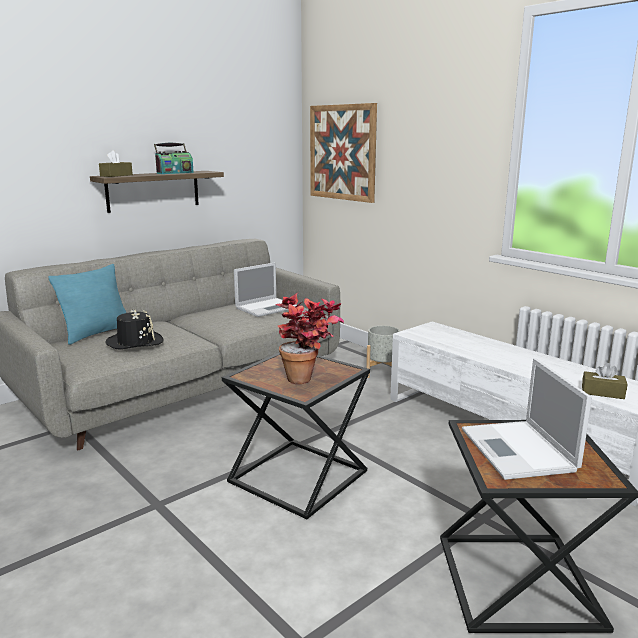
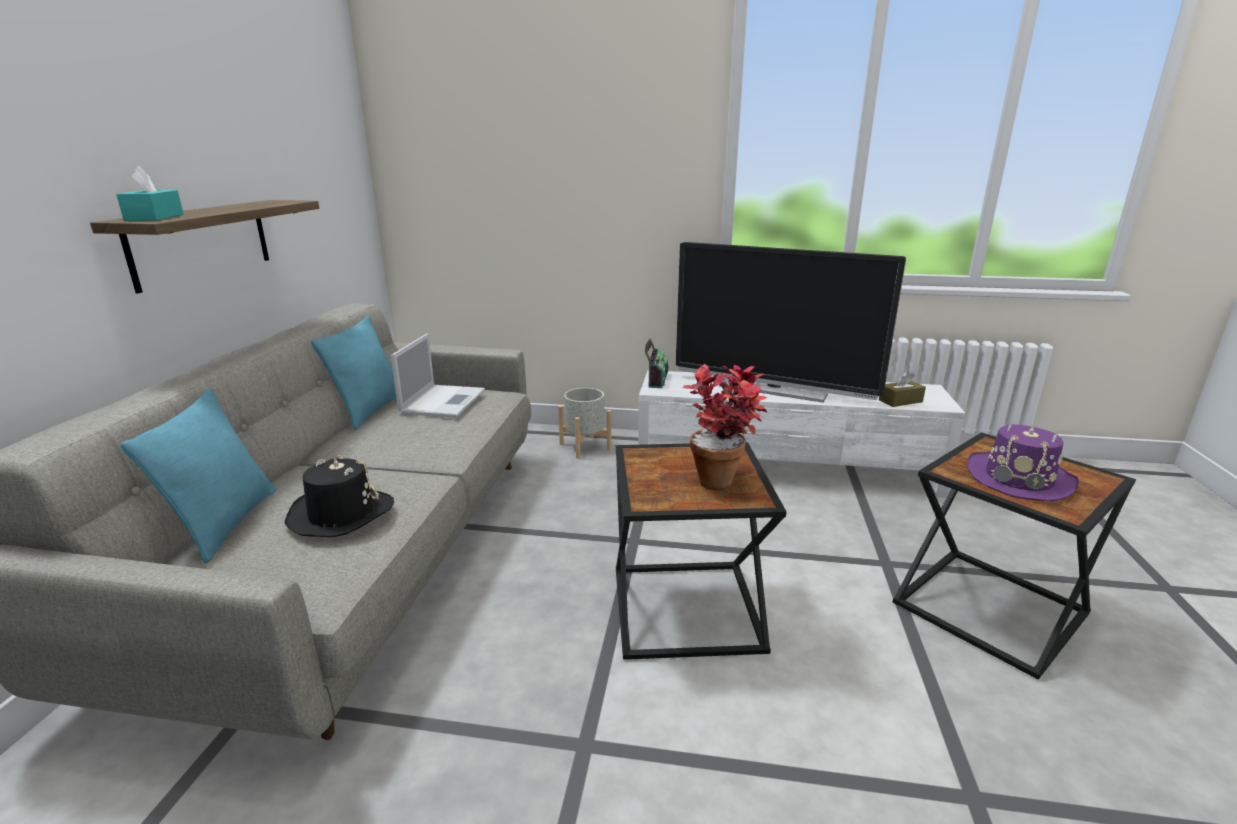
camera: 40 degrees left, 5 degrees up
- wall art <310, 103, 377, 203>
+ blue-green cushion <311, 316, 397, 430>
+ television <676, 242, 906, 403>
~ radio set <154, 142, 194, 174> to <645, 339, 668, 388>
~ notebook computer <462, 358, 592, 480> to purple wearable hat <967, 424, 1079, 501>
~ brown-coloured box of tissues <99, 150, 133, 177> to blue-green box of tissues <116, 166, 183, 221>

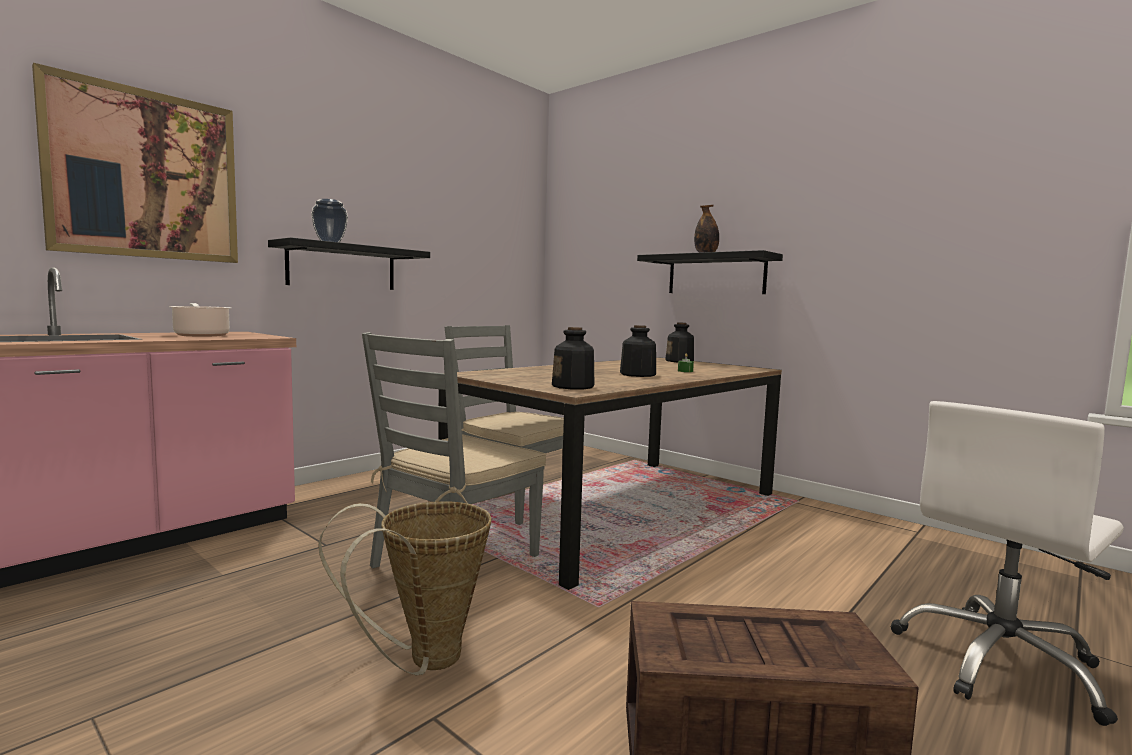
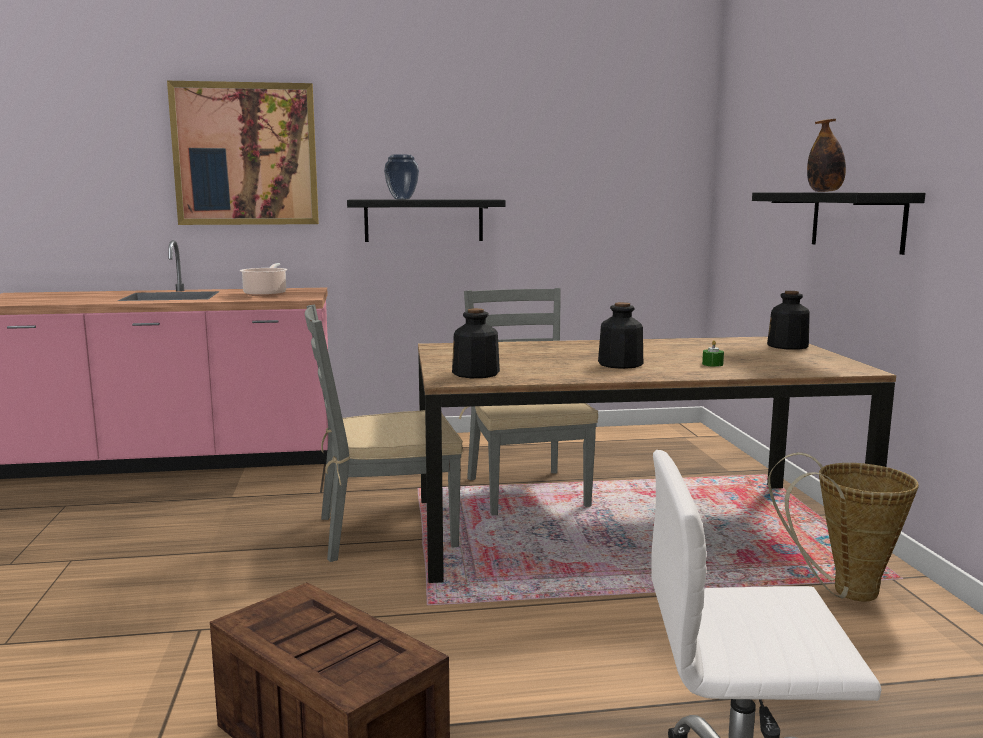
camera: 40 degrees right, 5 degrees up
~ basket <318, 501, 492, 676> to <768, 453, 919, 601>

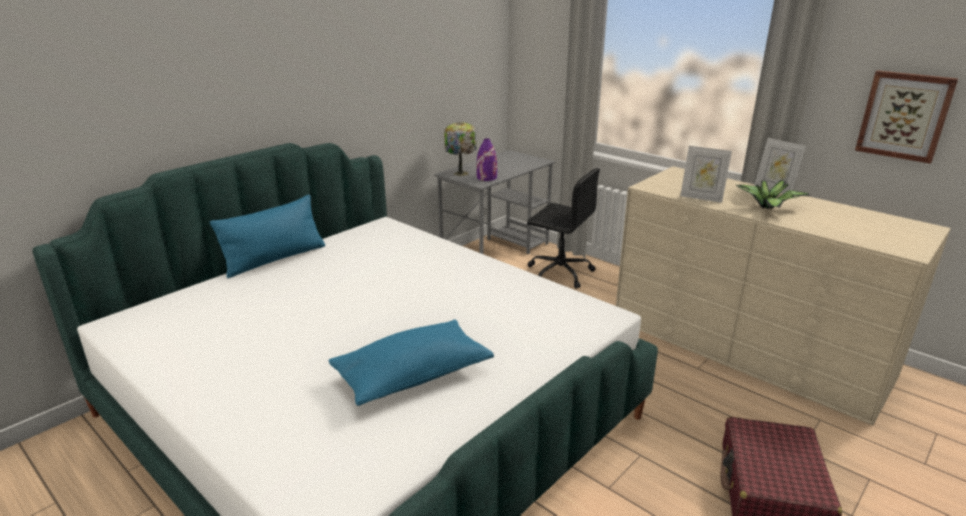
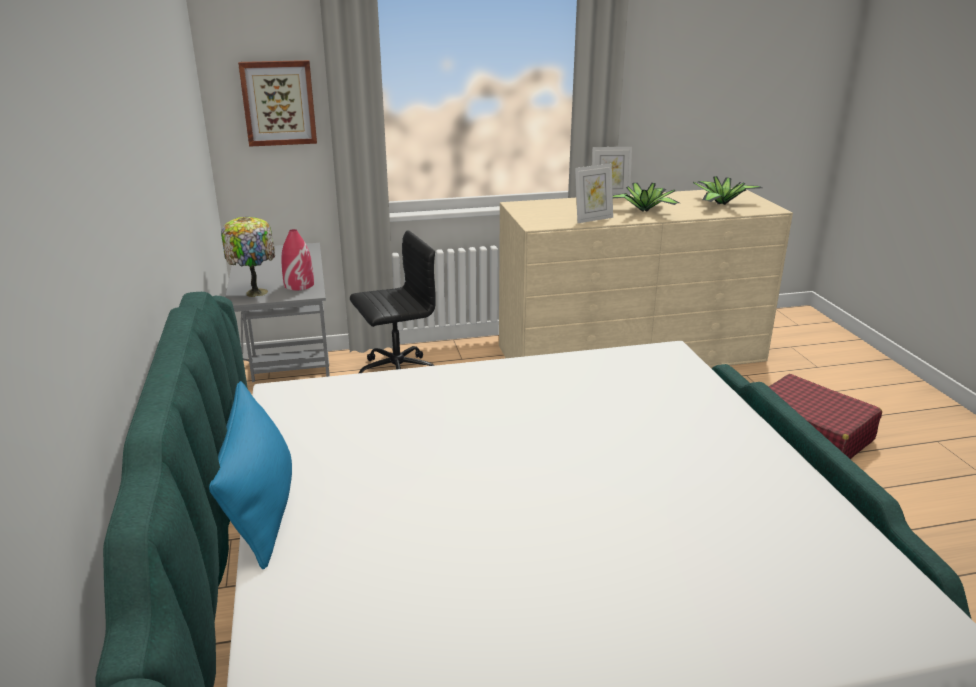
camera: 55 degrees left, 0 degrees up
- blue-coloured cushion <328, 319, 494, 406>
+ houseplant <693, 176, 762, 205>
~ wall art <855, 70, 958, 164> to <238, 60, 317, 147>
~ purple vase <476, 138, 497, 181> to reddish vase <281, 229, 314, 290>

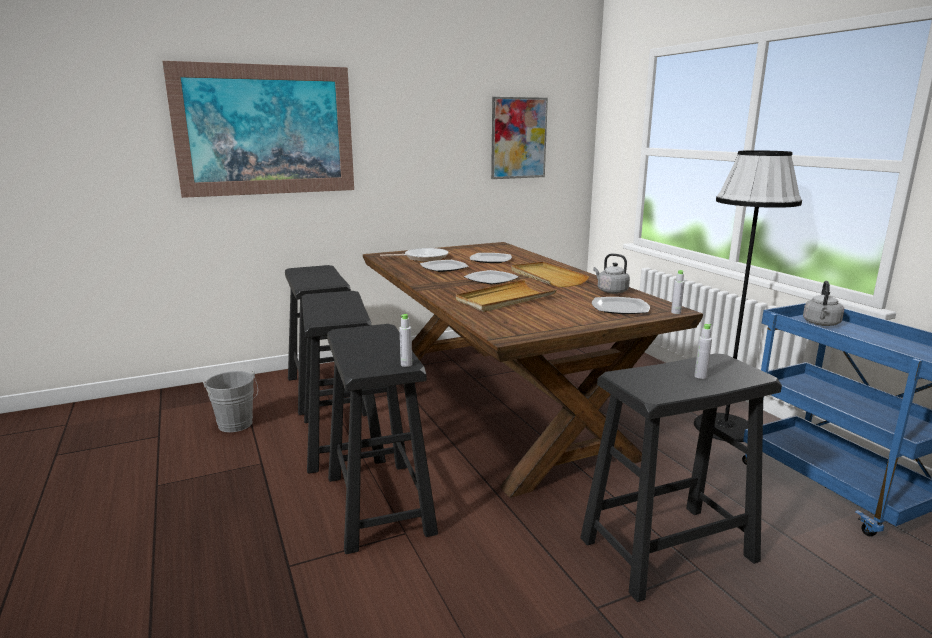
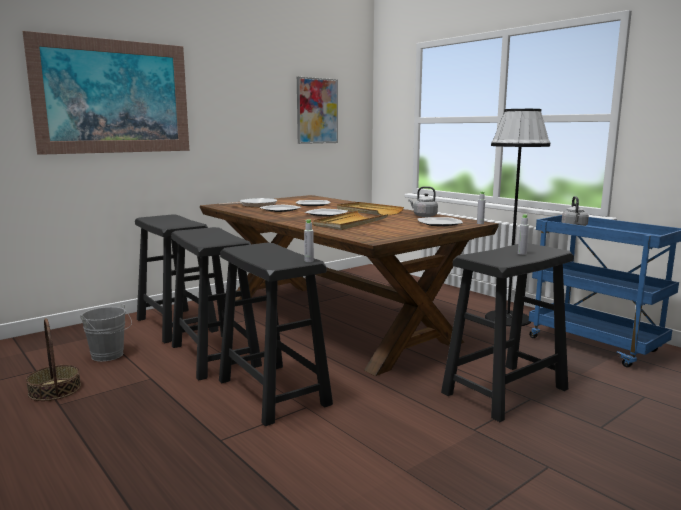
camera: 15 degrees left, 5 degrees down
+ basket <26, 318, 81, 401>

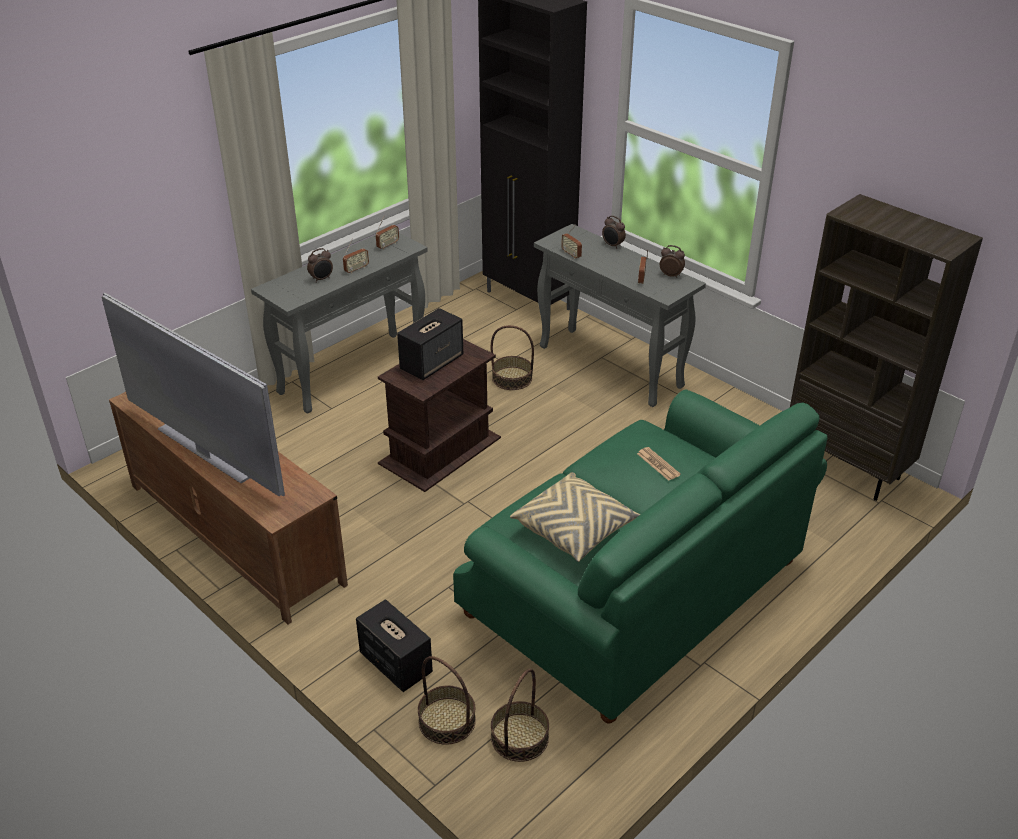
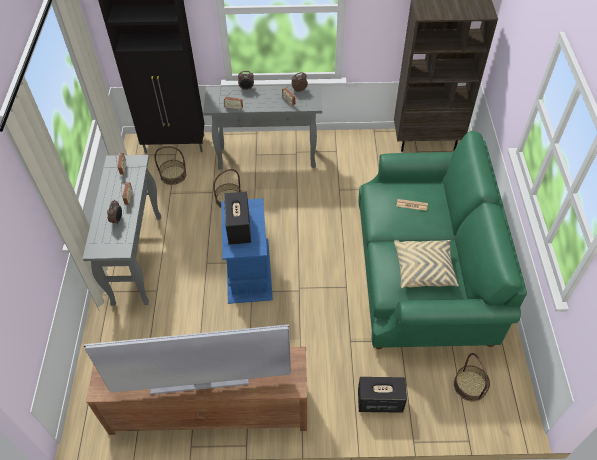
camera: 45 degrees left, 15 degrees up
~ basket <418, 656, 476, 745> to <154, 146, 186, 185>
~ brown-coloured side table <378, 339, 501, 492> to blue-coloured side table <221, 198, 273, 304>

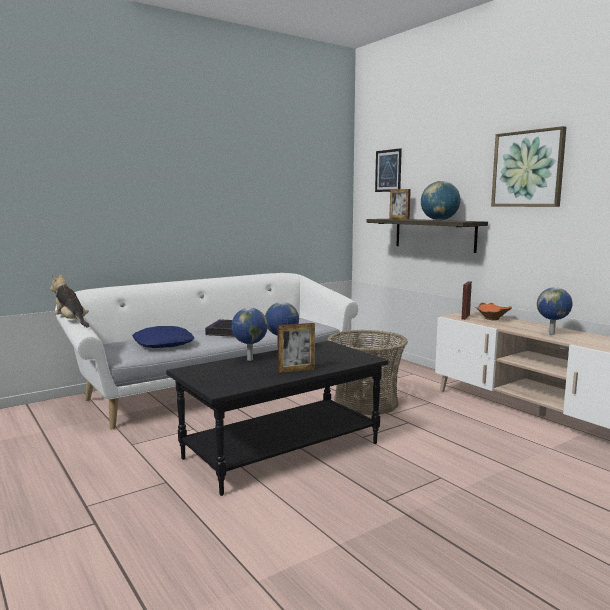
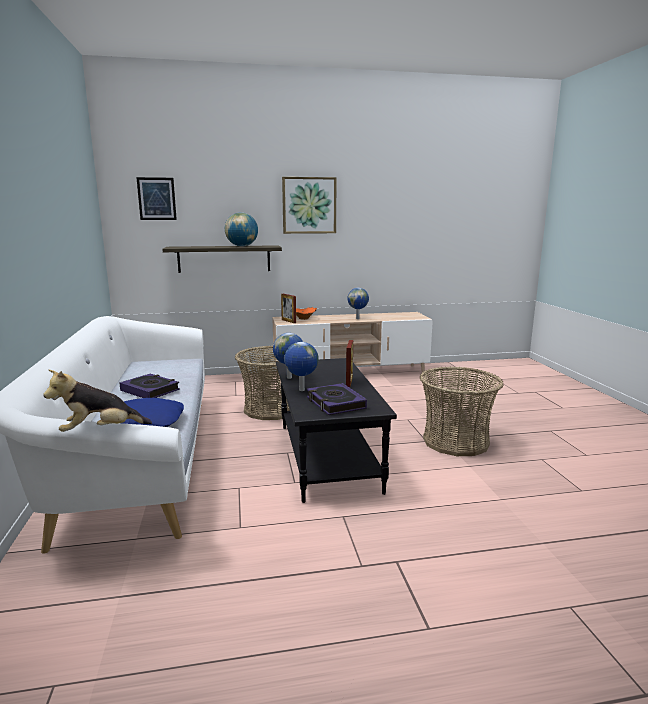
camera: 65 degrees left, 5 degrees up
- picture frame <389, 189, 411, 219>
+ bound book <307, 383, 367, 415>
+ basket <420, 367, 504, 456>

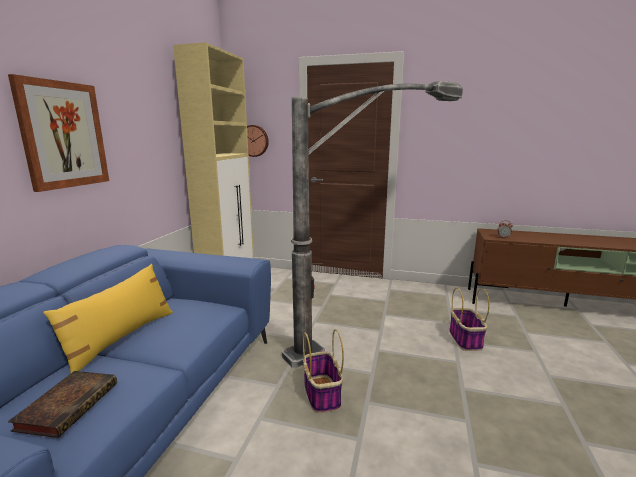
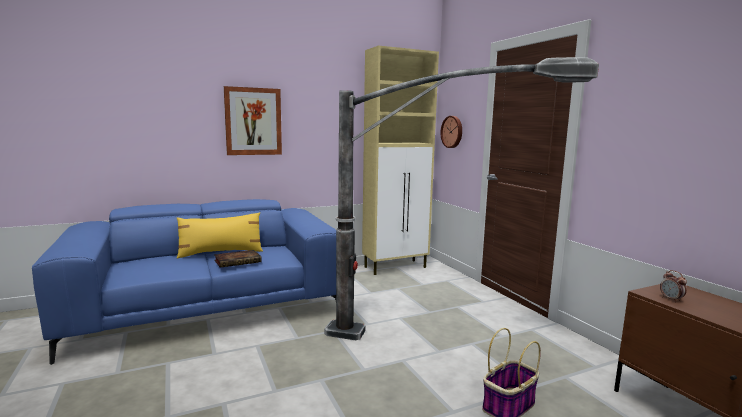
camera: 50 degrees right, 5 degrees down
- basket <303, 329, 344, 413>
~ bound book <8, 371, 117, 438> to <214, 250, 262, 268>

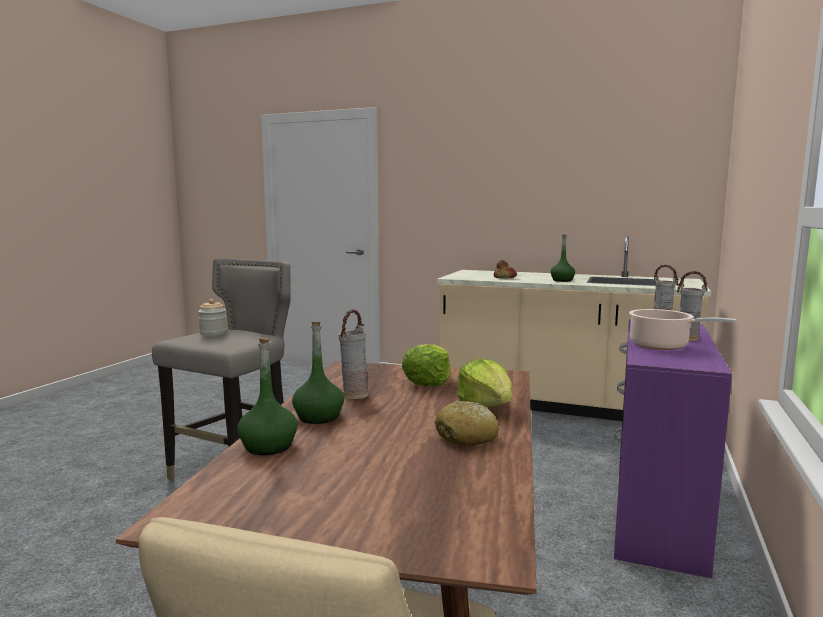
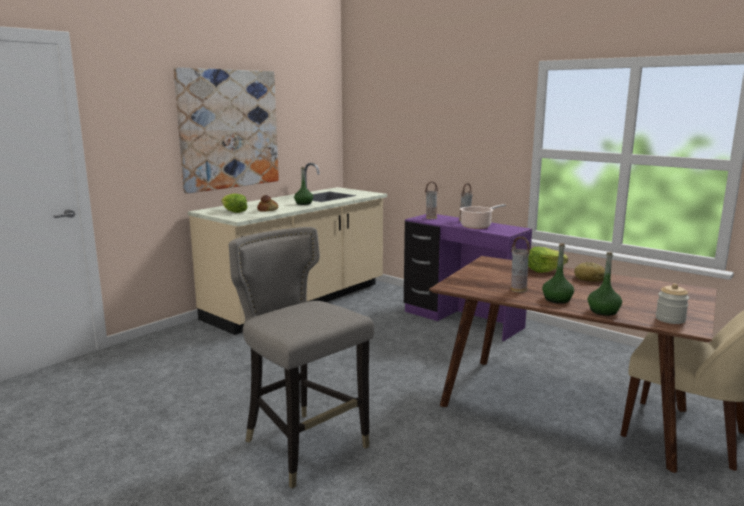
camera: 70 degrees left, 5 degrees up
+ wall art <174, 67, 279, 193>
~ preserve jar <198, 299, 227, 336> to <656, 284, 689, 324>
~ lettuce <402, 344, 451, 386> to <221, 193, 248, 213>

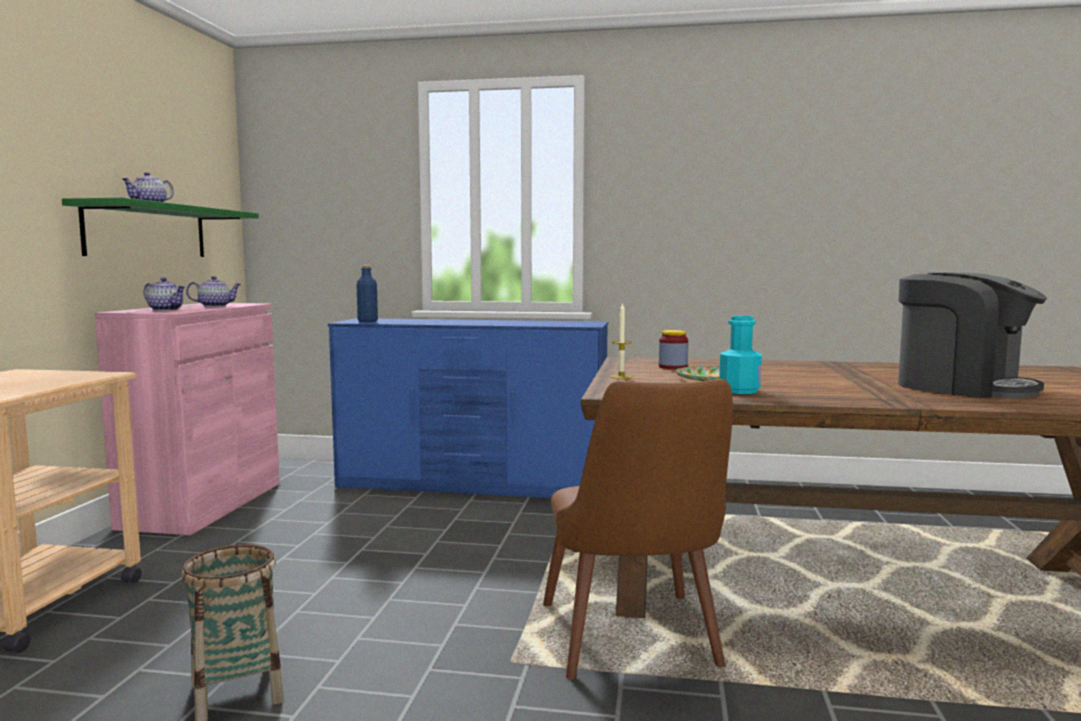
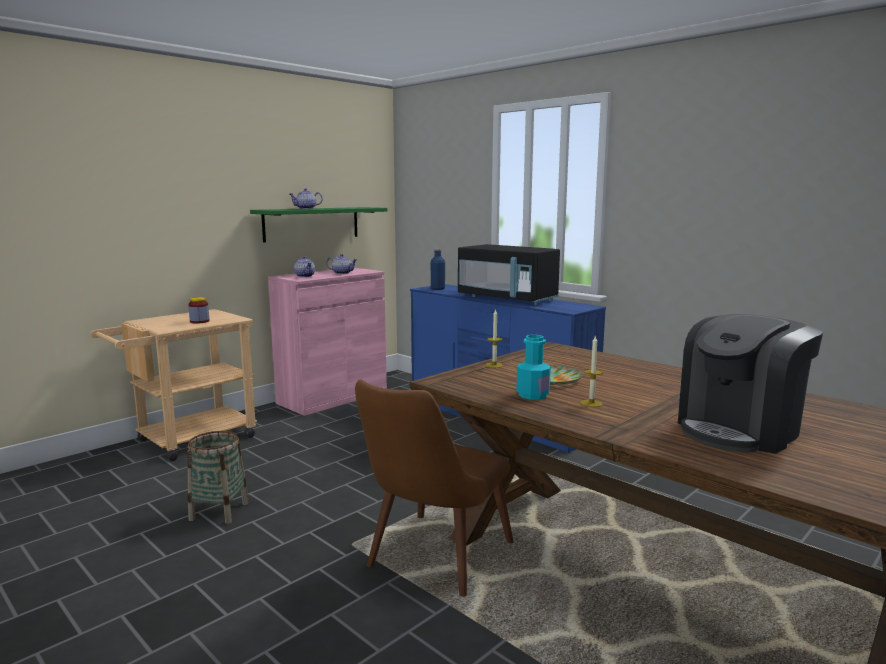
camera: 35 degrees right, 5 degrees up
+ black kitchen microwave <458, 244, 560, 305>
+ candle <581, 336, 603, 407>
~ preserve jar <659, 330, 688, 369> to <188, 297, 210, 324>
~ coffee maker <898, 272, 1047, 398> = <678, 314, 823, 454> 60 degrees clockwise

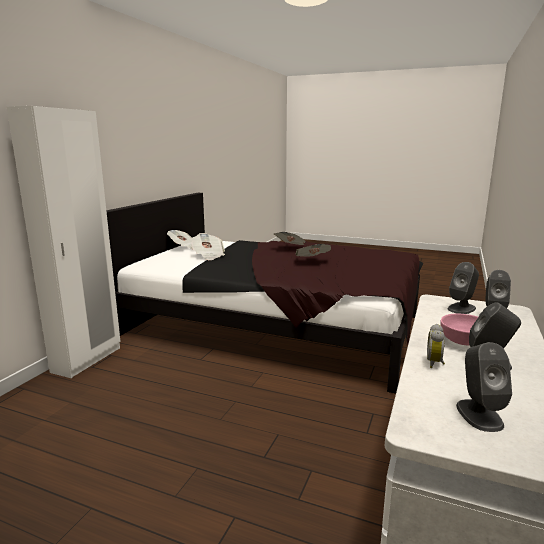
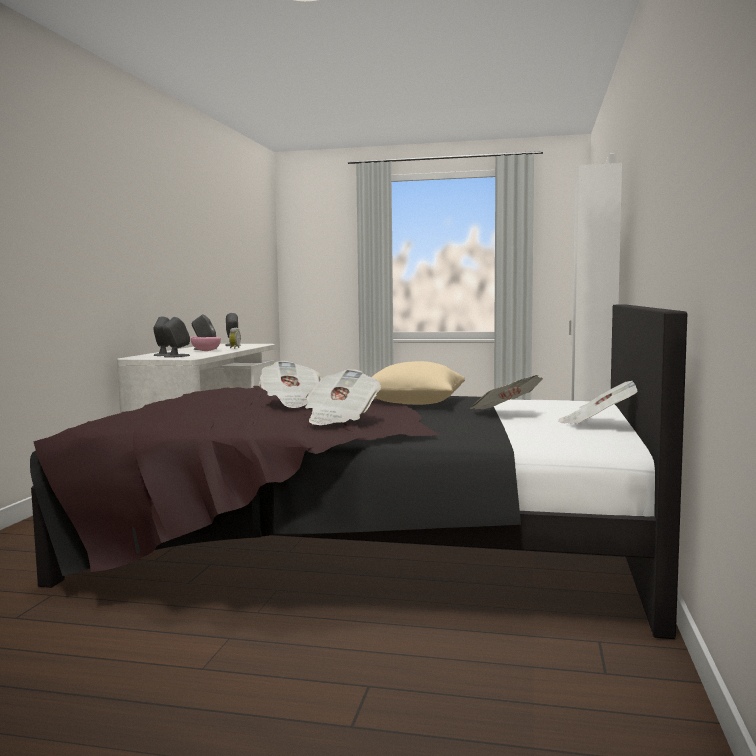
camera: 170 degrees right, 10 degrees down
+ beige cushion <371, 361, 465, 405>

